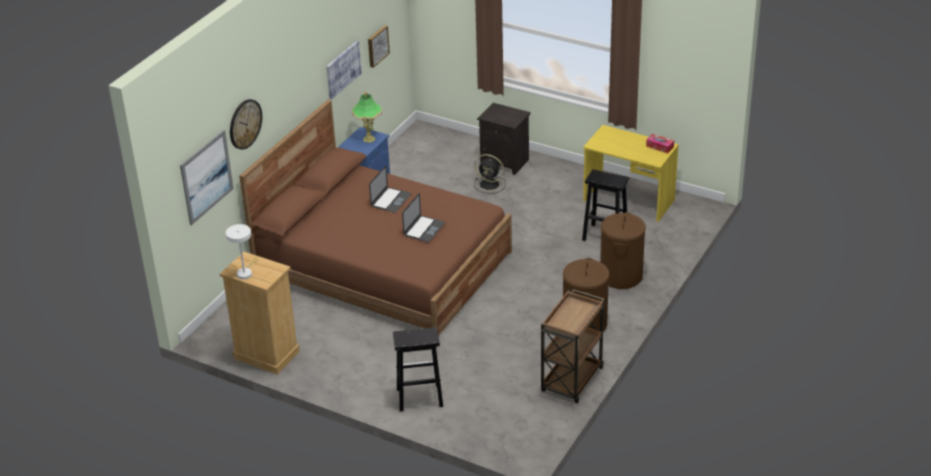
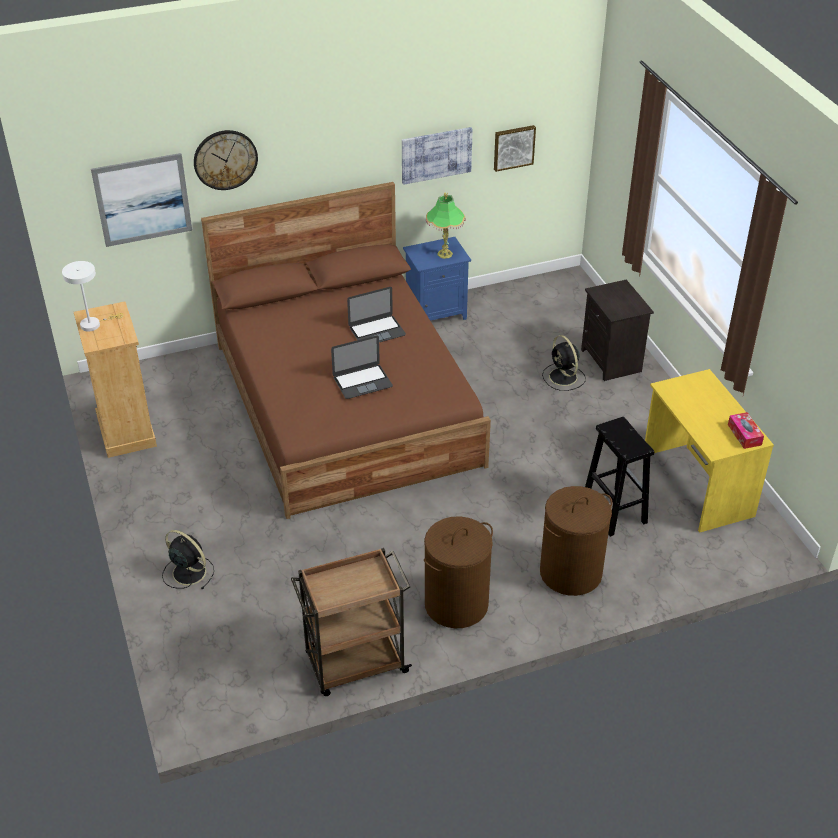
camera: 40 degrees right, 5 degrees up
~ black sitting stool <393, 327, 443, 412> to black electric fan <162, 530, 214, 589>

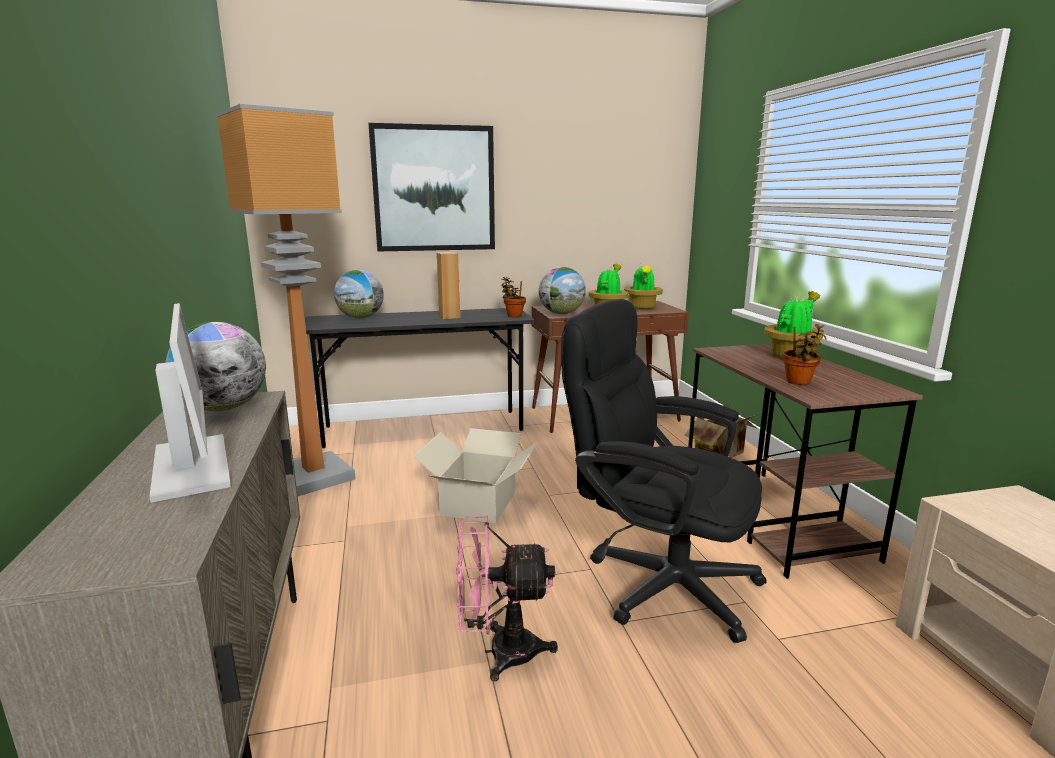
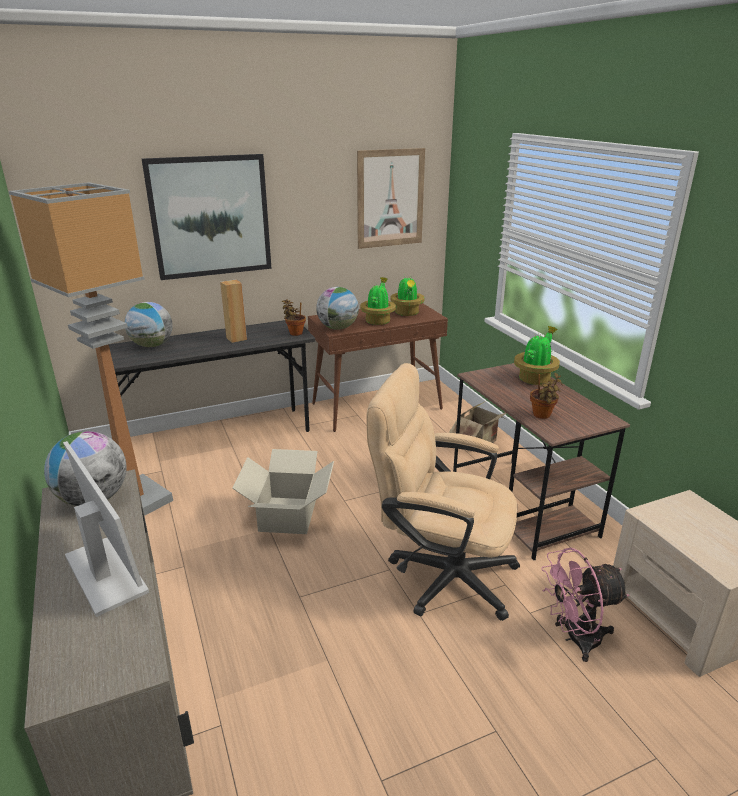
camera: 10 degrees left, 10 degrees up
+ wall art <357, 148, 425, 249>
~ pink-coloured electric fan <456, 515, 558, 682> to <541, 547, 629, 662>
~ black computer chair <561, 299, 767, 643> to beige computer chair <366, 363, 520, 621>

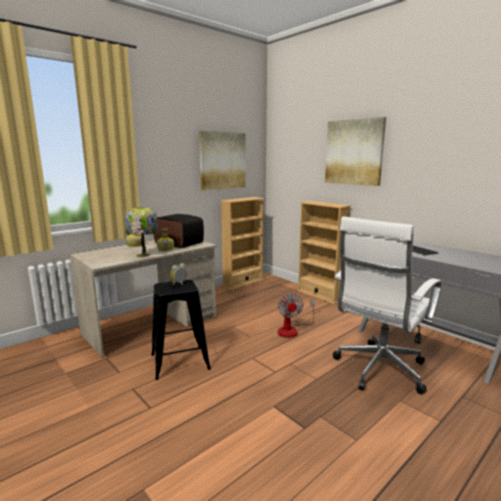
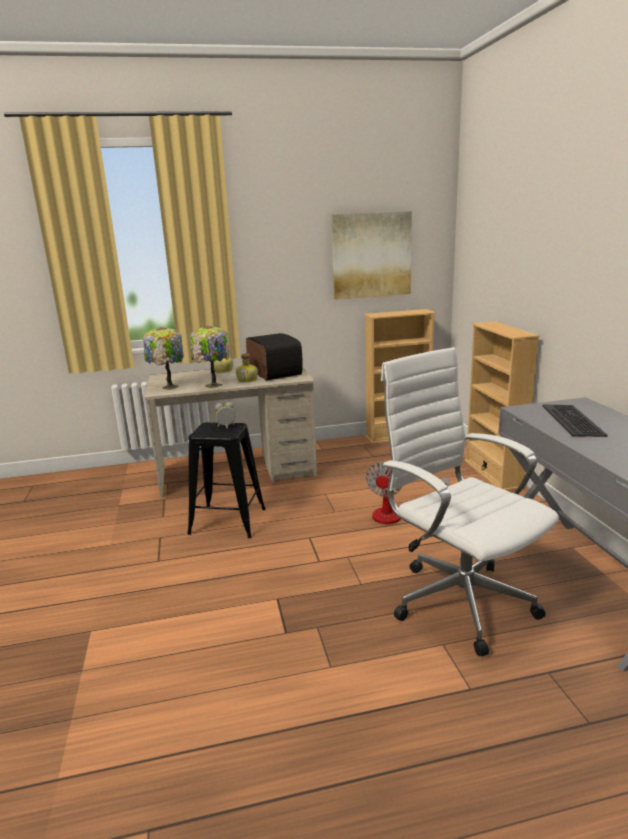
camera: 30 degrees right, 5 degrees up
- wall art <325, 117, 386, 186>
+ table lamp <143, 327, 184, 390>
~ white-coloured computer chair <333, 216, 441, 394> = <381, 347, 559, 656> 75 degrees clockwise

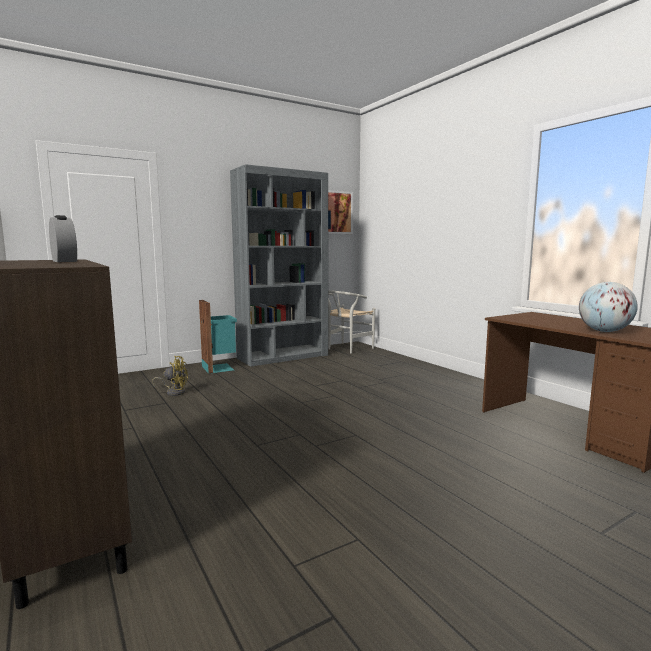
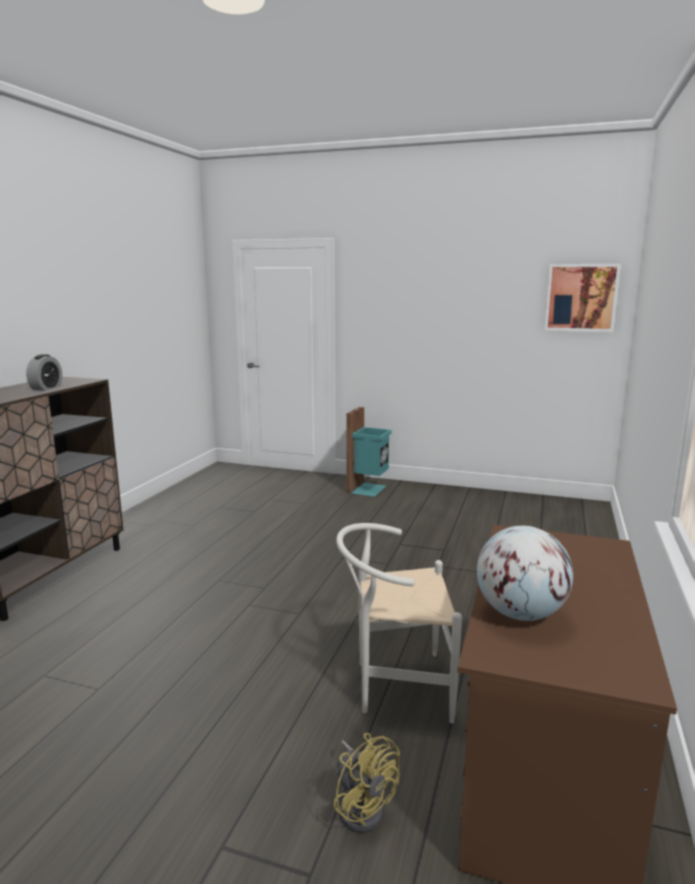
camera: 50 degrees right, 5 degrees up
- greyish shelving unit <230, 164, 328, 367>
~ yellowish electric fan <152, 356, 188, 396> to <333, 733, 400, 833>
~ white-coloured plain chair <328, 290, 375, 353> to <336, 523, 462, 724>

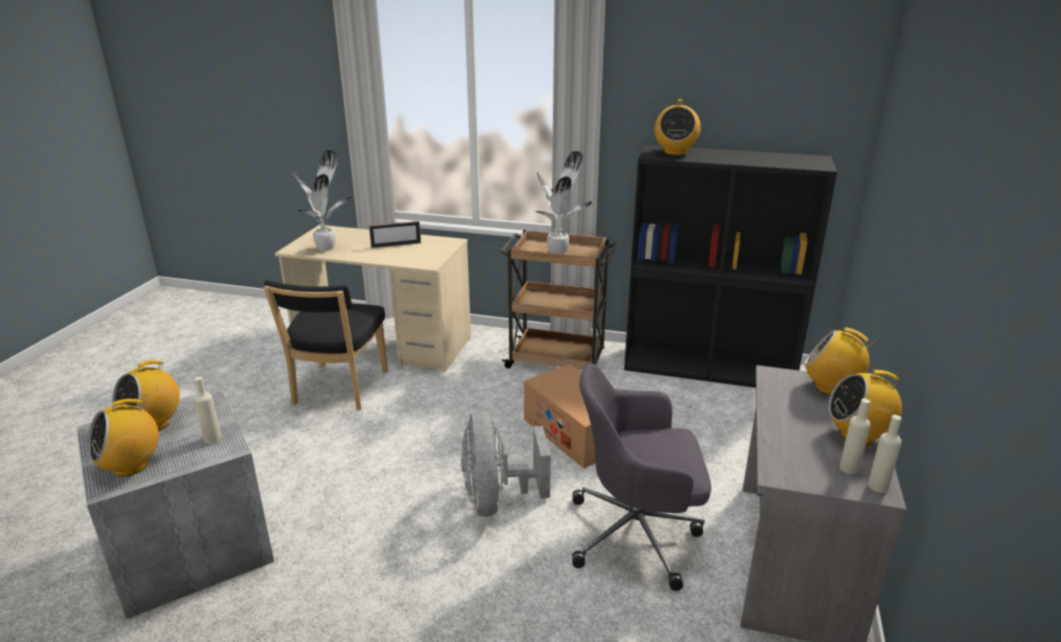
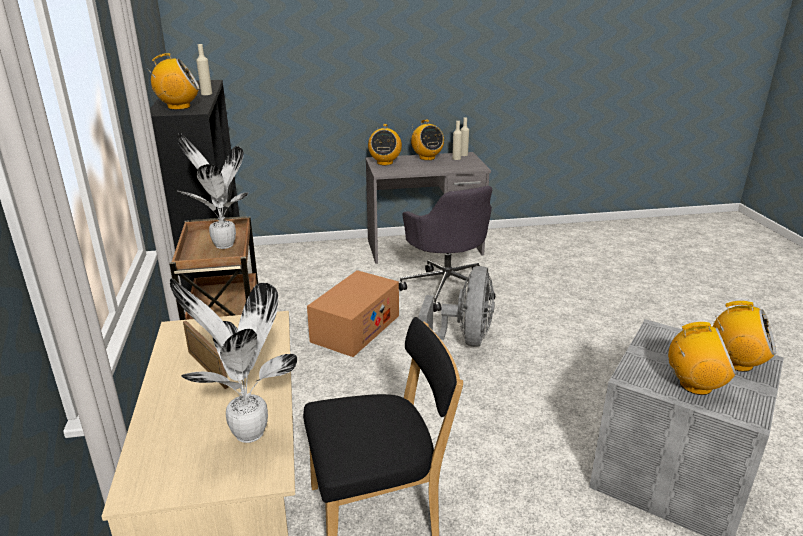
camera: 115 degrees left, 0 degrees up
~ beige bottle <194, 377, 221, 444> to <196, 44, 212, 95>
~ greyish electric fan <461, 411, 551, 517> = <419, 266, 495, 347> 45 degrees counterclockwise

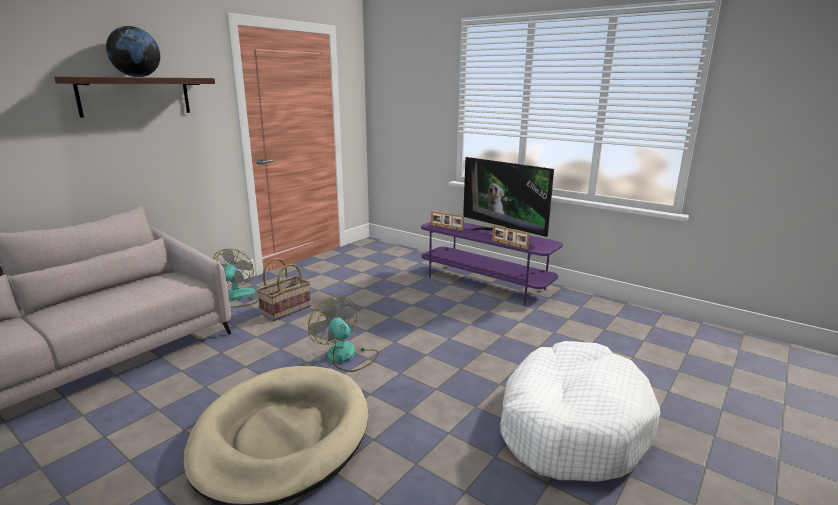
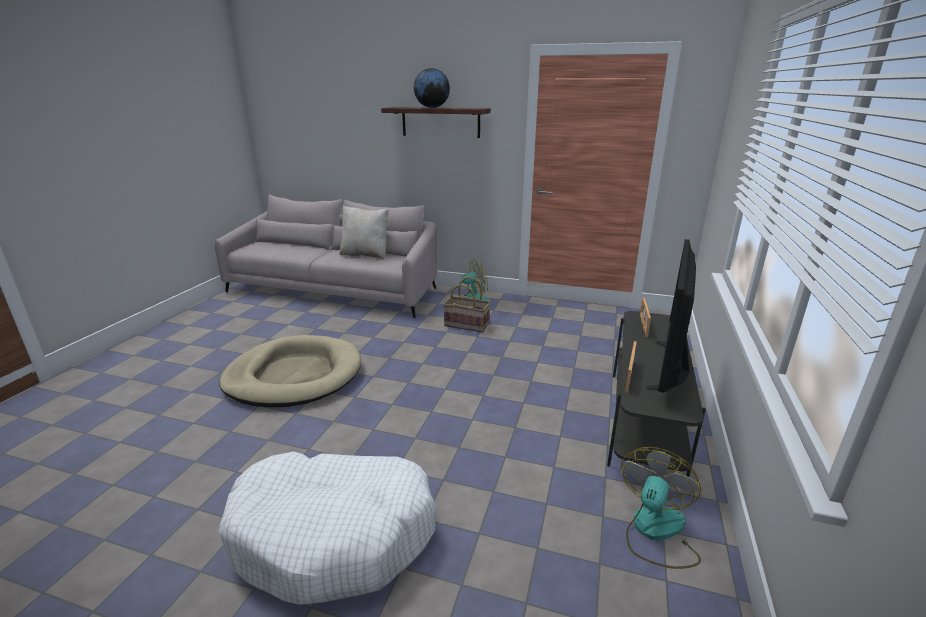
camera: 70 degrees right, 5 degrees up
+ beige cushion <339, 206, 389, 259>
~ electric fan <308, 297, 378, 372> to <621, 447, 701, 569>
~ purple tv unit <421, 222, 563, 306> to greyish tv unit <607, 311, 706, 477>

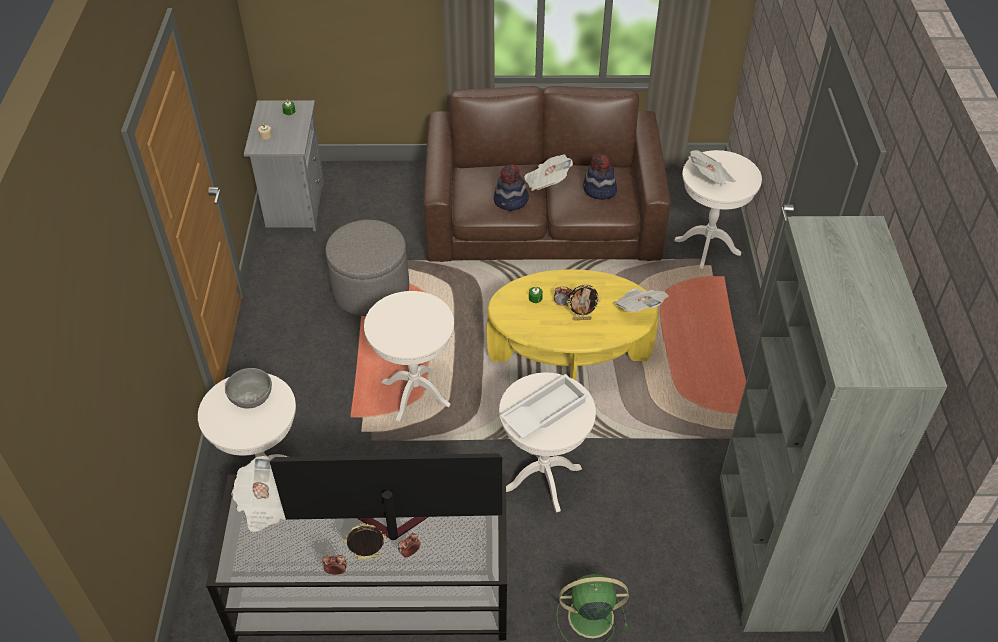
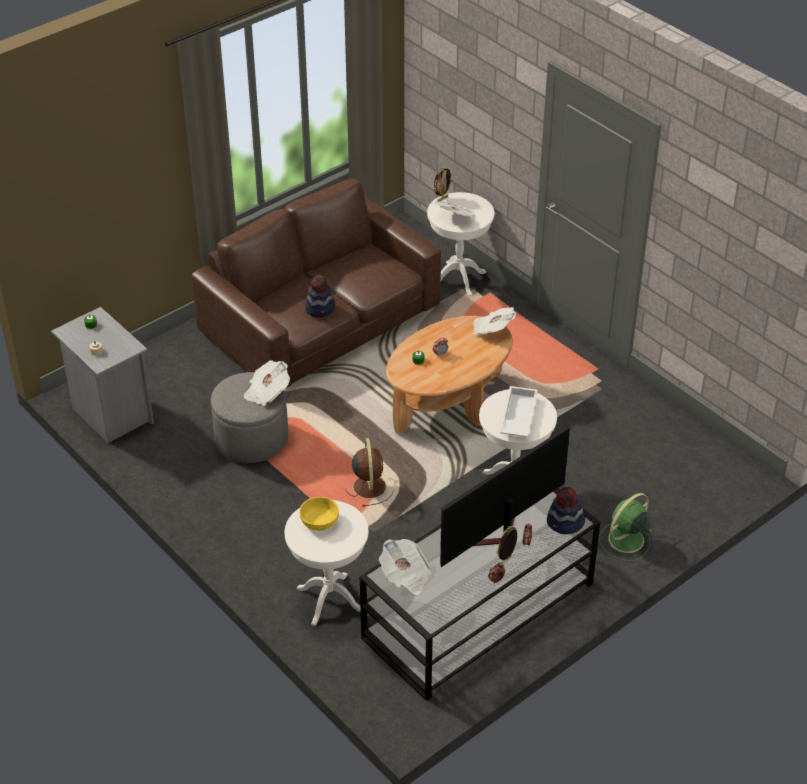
camera: 40 degrees left, 5 degrees down
- greyish shelving unit <720, 216, 947, 632>
~ newspaper <524, 154, 573, 191> to <244, 361, 290, 406>
~ picture frame <567, 284, 601, 320> to <434, 167, 453, 201>
~ wearable hat <583, 153, 617, 200> to <547, 487, 585, 534>
~ white-coloured side table <364, 291, 454, 422> to brown-coloured electric fan <345, 438, 393, 507>
~ greyish bowl <225, 368, 272, 409> to yellowish bowl <299, 497, 339, 531>
~ yellowish coffee table <487, 269, 659, 380> to brown-coloured coffee table <386, 316, 513, 435>

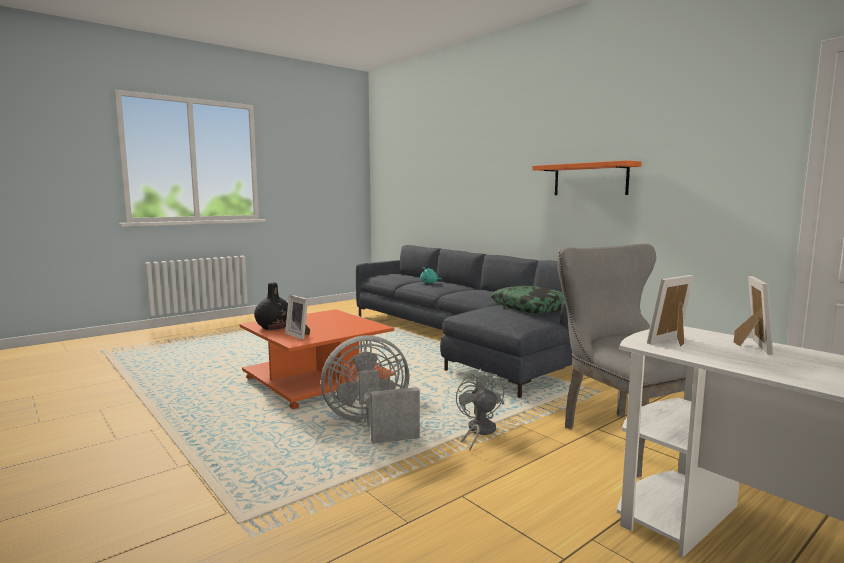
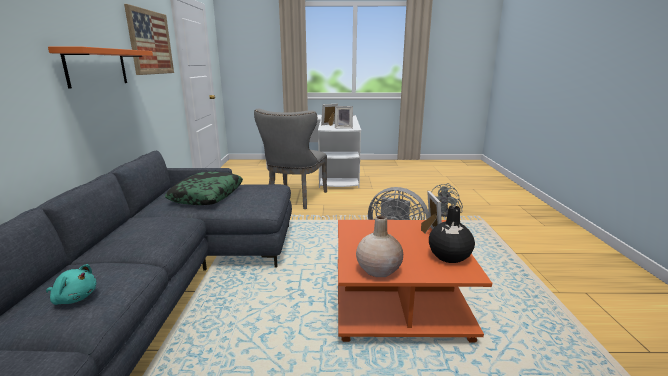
camera: 140 degrees left, 10 degrees up
+ wall art <124, 4, 174, 75>
+ beige vase <356, 215, 403, 277>
~ greyish electric fan <456, 369, 504, 452> to <431, 183, 463, 217>

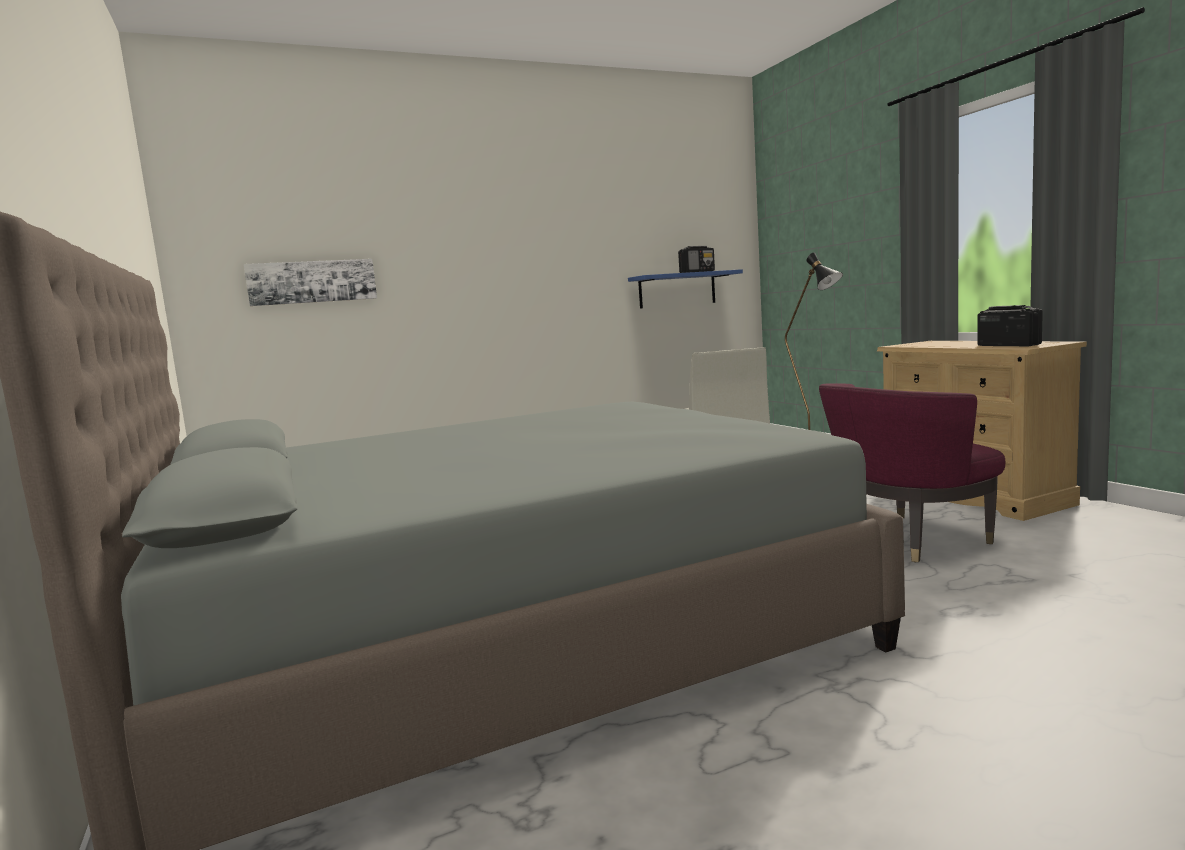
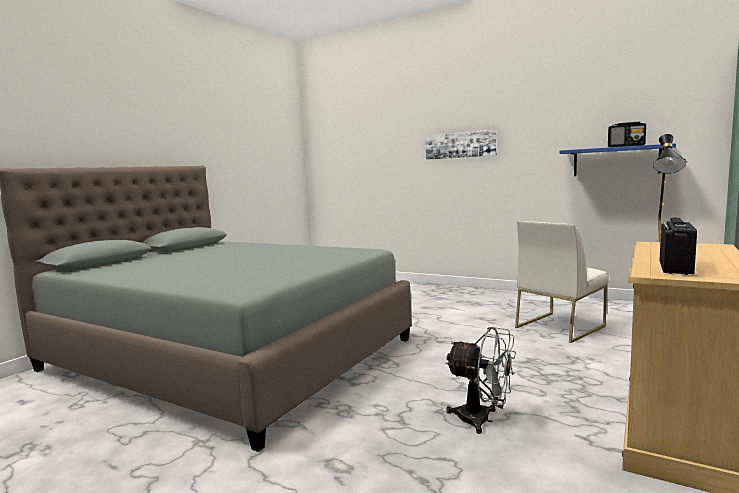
camera: 55 degrees right, 0 degrees up
~ wall art <244, 259, 377, 306> to <425, 130, 497, 160>
~ purple easy chair <819, 383, 1006, 562> to greyish electric fan <446, 327, 516, 434>

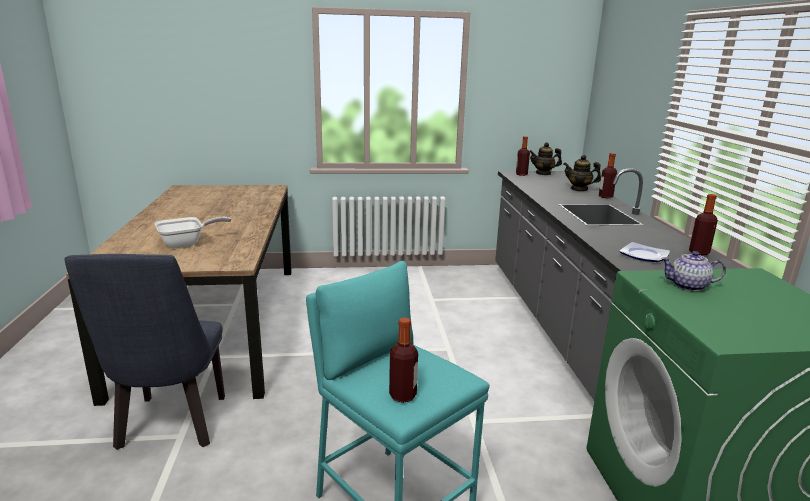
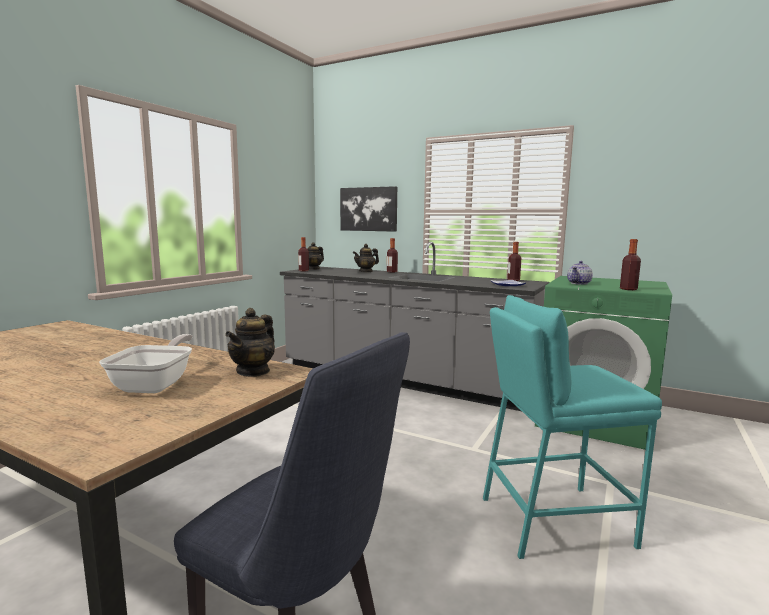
camera: 55 degrees left, 10 degrees down
+ tea pot <225, 308, 275, 377>
+ wall art <340, 186, 397, 232>
~ bottle <389, 317, 418, 403> to <620, 239, 641, 290>

